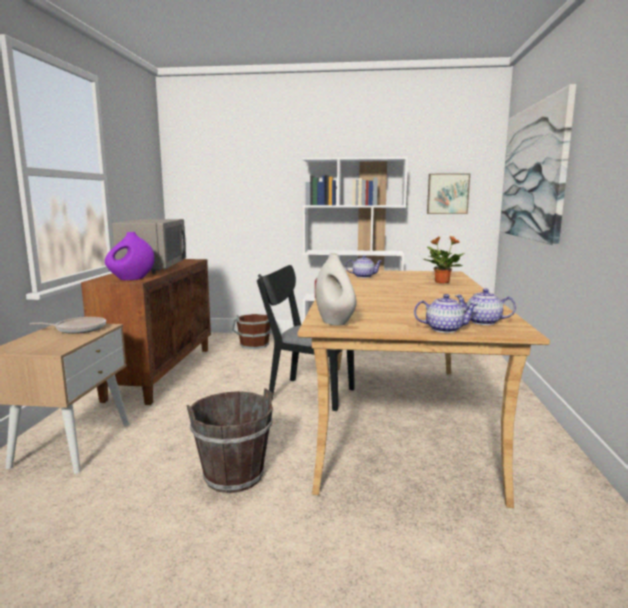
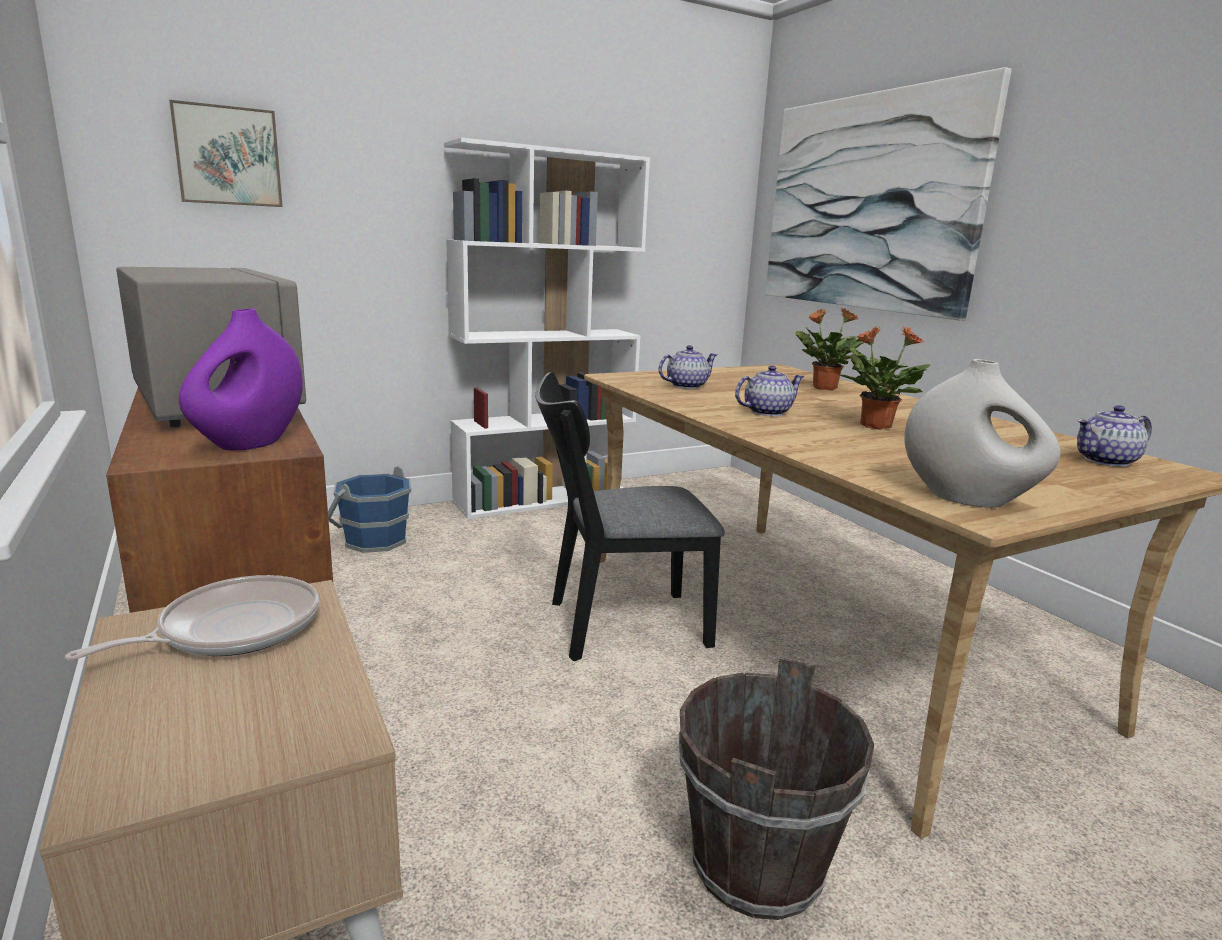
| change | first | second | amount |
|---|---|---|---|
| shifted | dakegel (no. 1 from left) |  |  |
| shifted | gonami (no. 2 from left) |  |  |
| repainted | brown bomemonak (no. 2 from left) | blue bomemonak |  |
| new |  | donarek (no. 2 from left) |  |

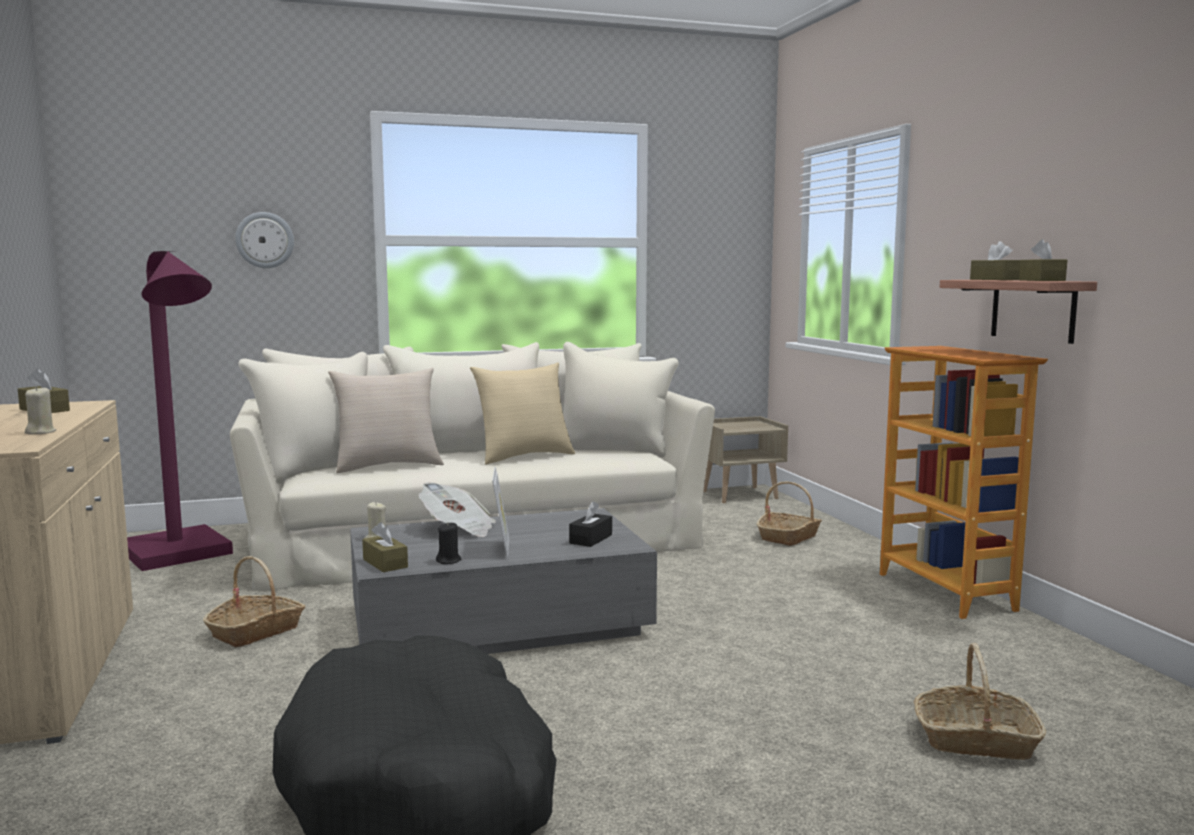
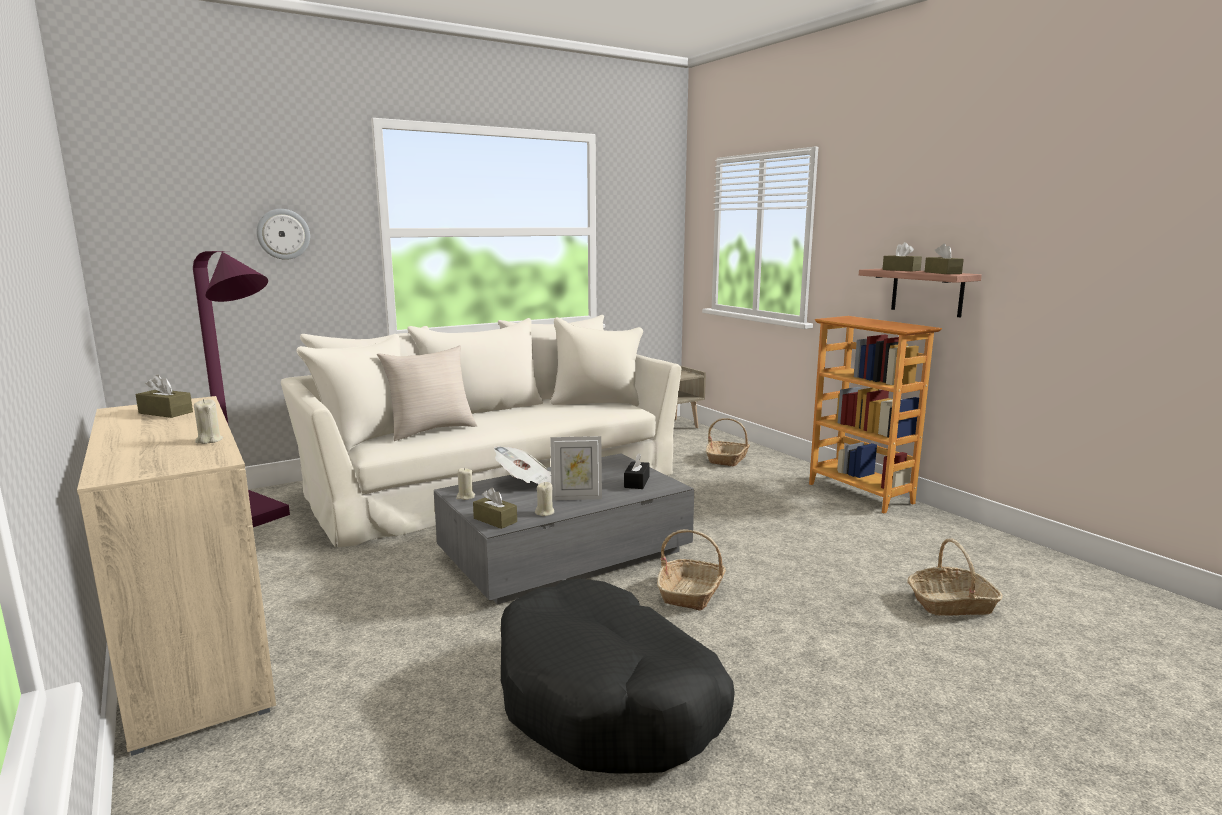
| change | first | second | amount |
|---|---|---|---|
| gone | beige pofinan (no. 2 from left) |  |  |
| rotated | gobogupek |  | 105 degrees clockwise |
| repainted | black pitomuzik | beige pitomuzik (no. 3 from left) |  |
| shifted | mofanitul (no. 1 from left) |  |  |

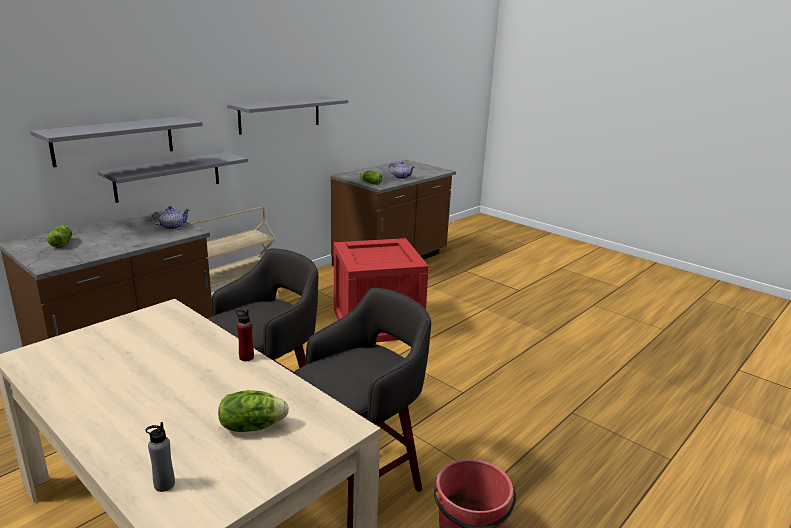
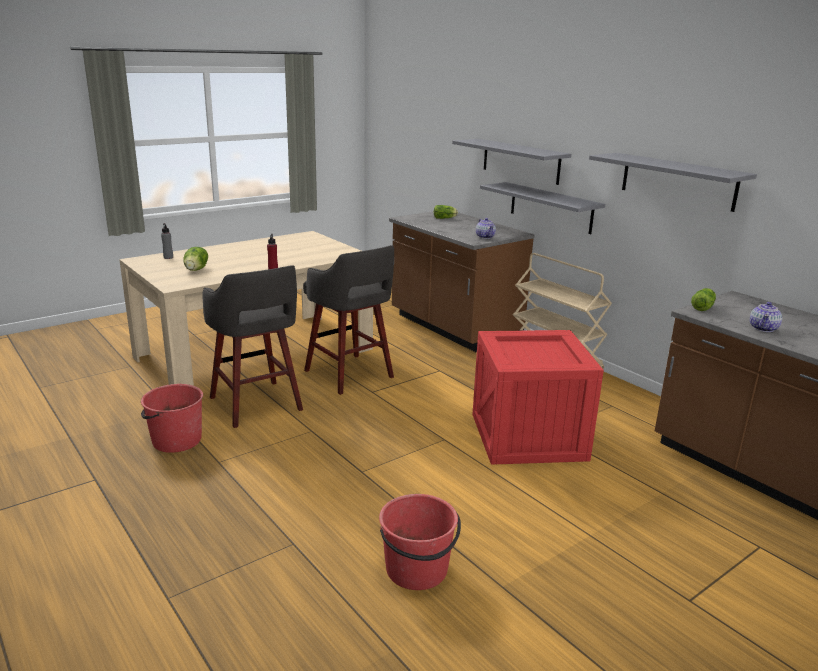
| change | first | second | amount |
|---|---|---|---|
| new |  | red bomemonak (no. 2 from left) |  |

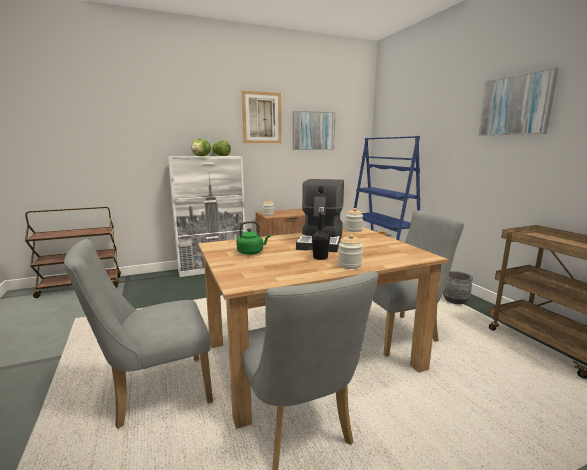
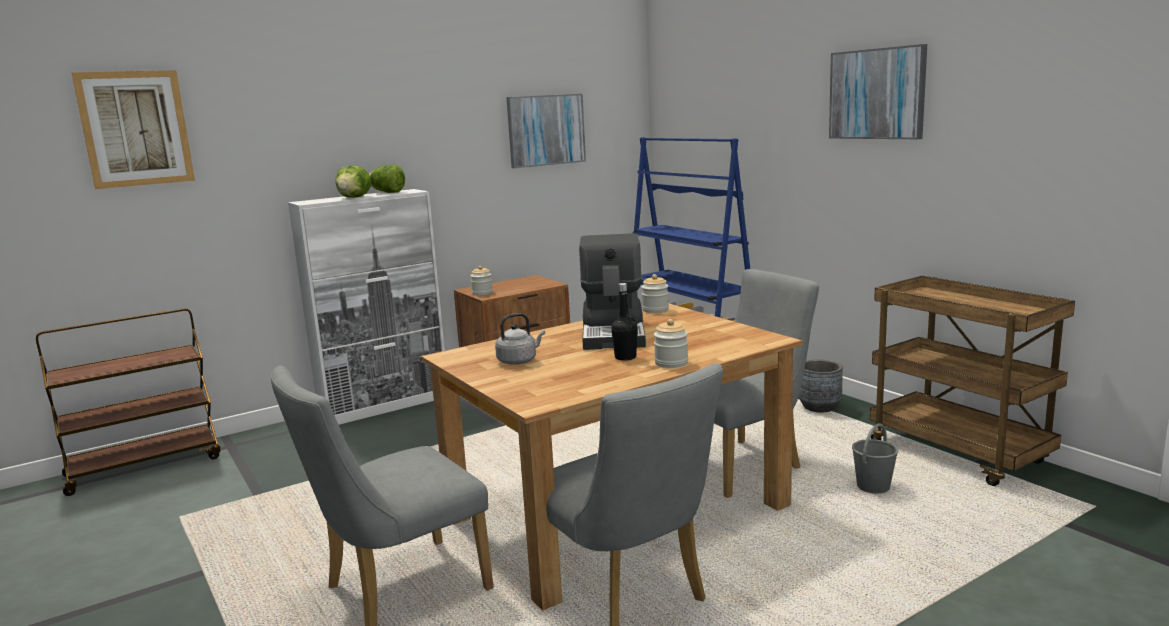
| change | first | second | amount |
|---|---|---|---|
| shifted | dakegel (no. 1 from left) |  |  |
| repainted | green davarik | grey davarik |  |
| new |  | grey bomemonak |  |

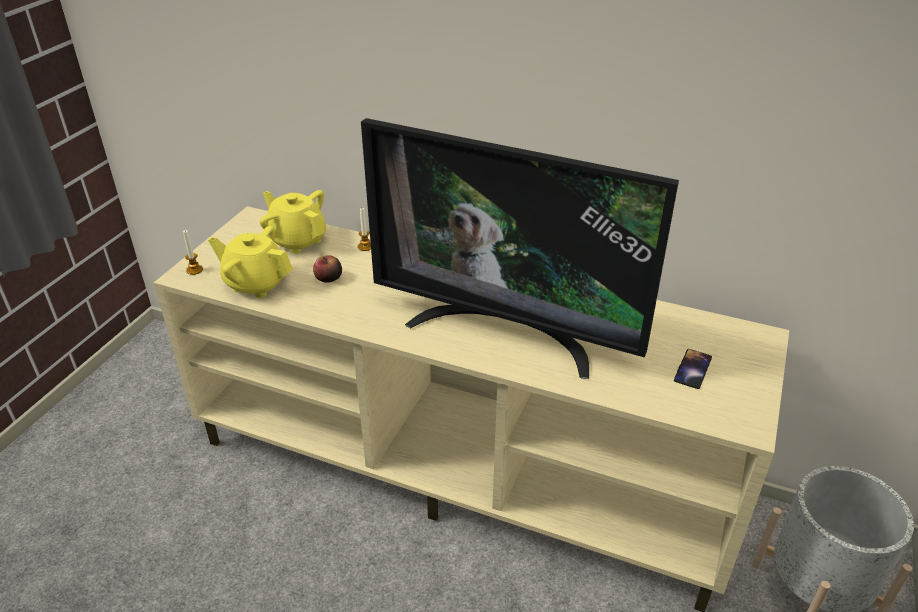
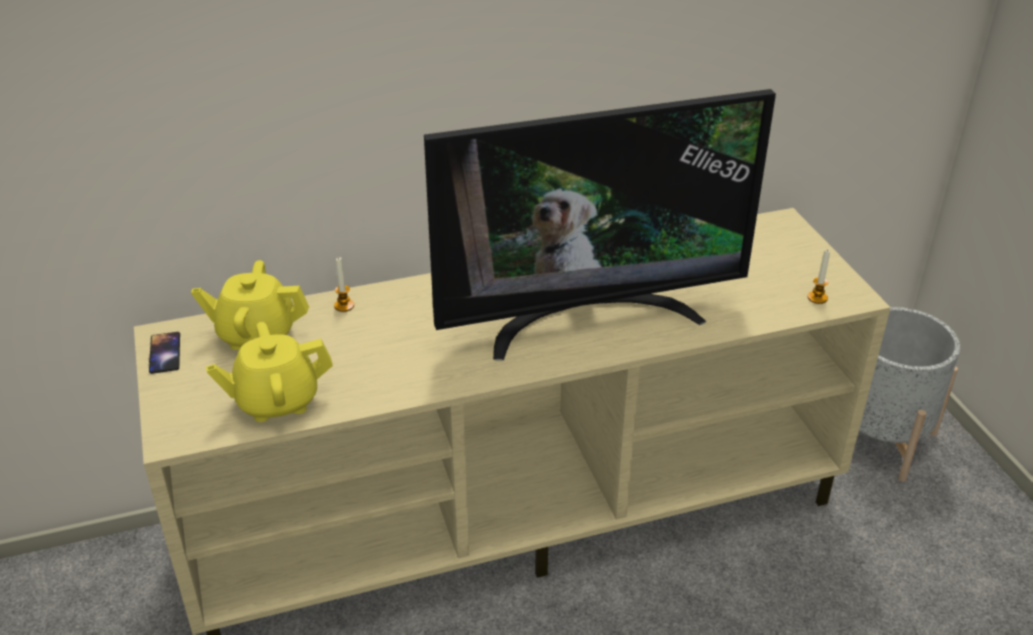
| change | first | second | amount |
|---|---|---|---|
| shifted | pitomuzik (no. 1 from left in the first image) | pitomuzik (no. 2 from left) |  |
| gone | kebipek |  |  |
| shifted | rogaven |  |  |

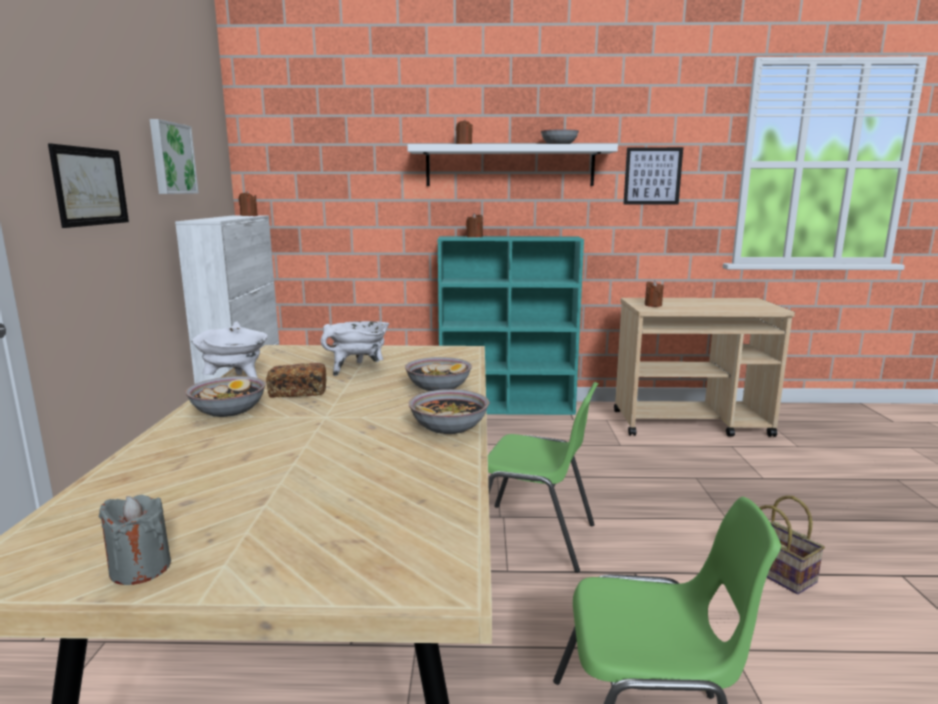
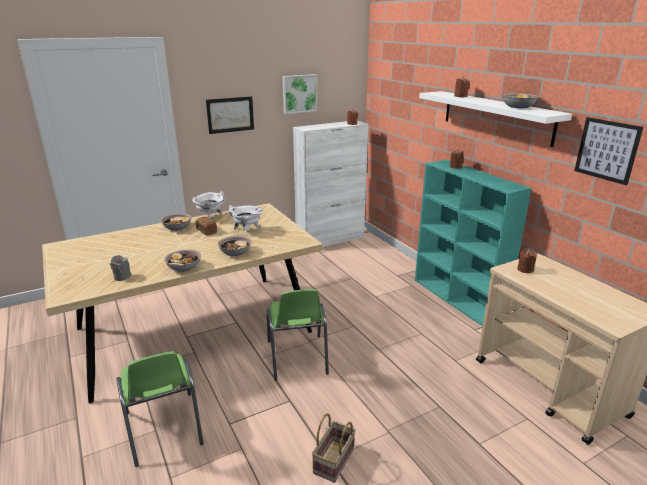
| change | first | second | amount |
|---|---|---|---|
| shifted | grey pitomuzik |  |  |

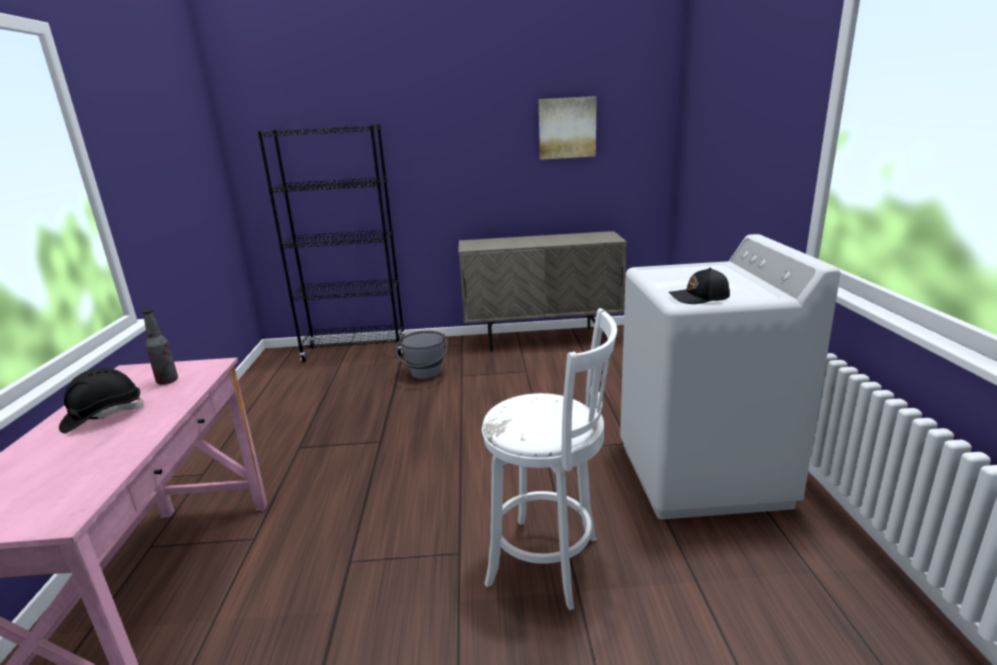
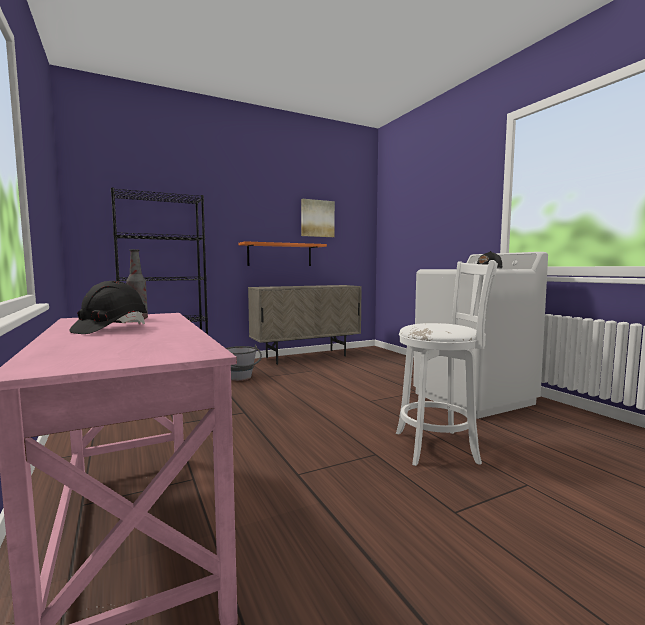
| change | first | second | amount |
|---|---|---|---|
| new |  | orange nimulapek |  |

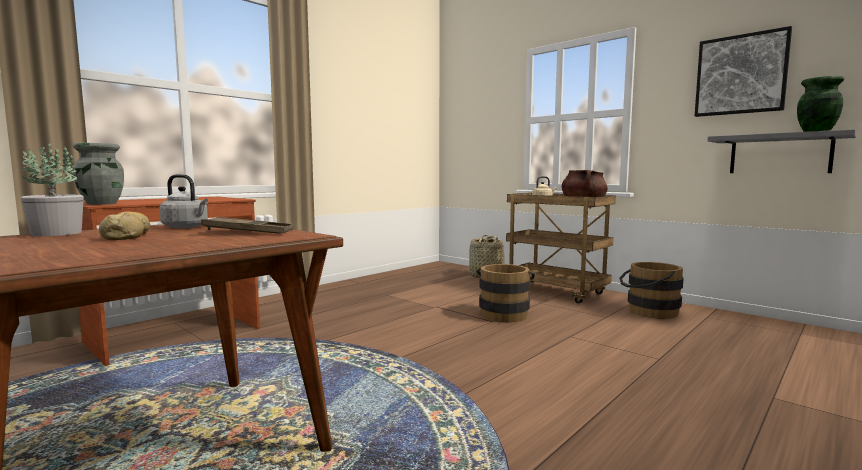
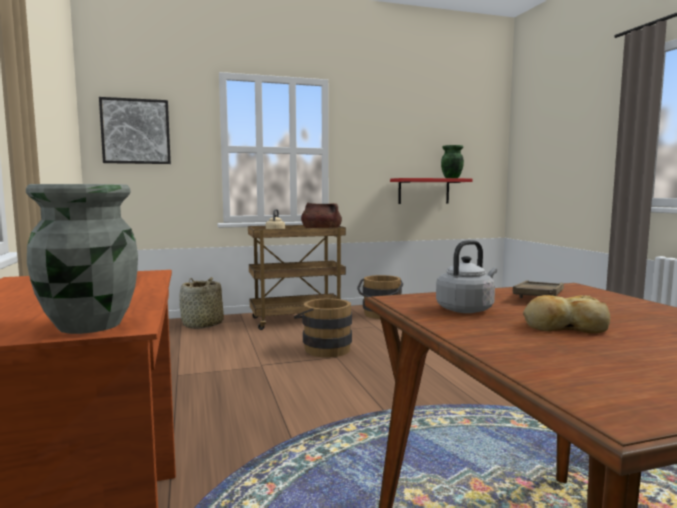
| change | first | second | amount |
|---|---|---|---|
| shifted | dakegel |  |  |
| repainted | grey nimulapek | red nimulapek |  |
| gone | donarek |  |  |

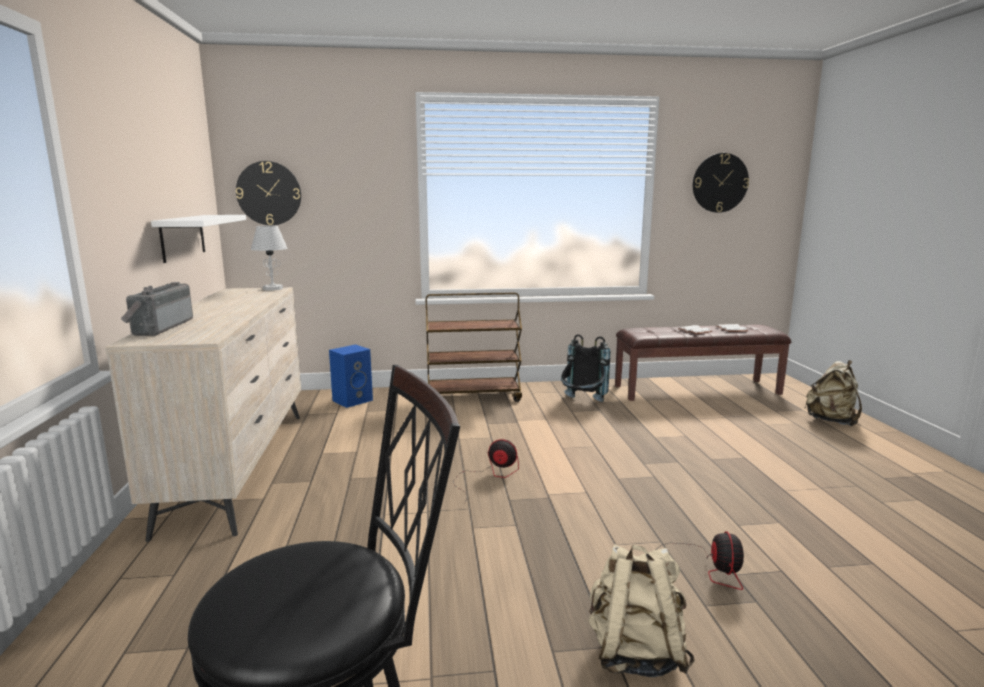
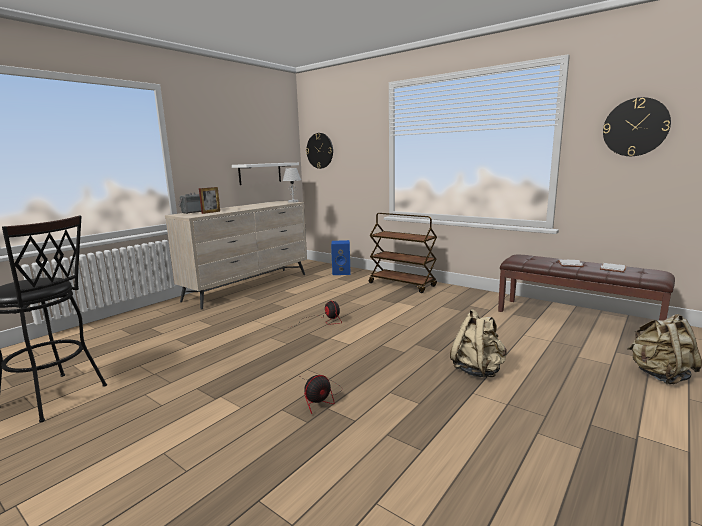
| change | first | second | amount |
|---|---|---|---|
| gone | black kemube |  |  |
| shifted | beige kemube (no. 1 from left) |  |  |
| new |  | gobogupek |  |

